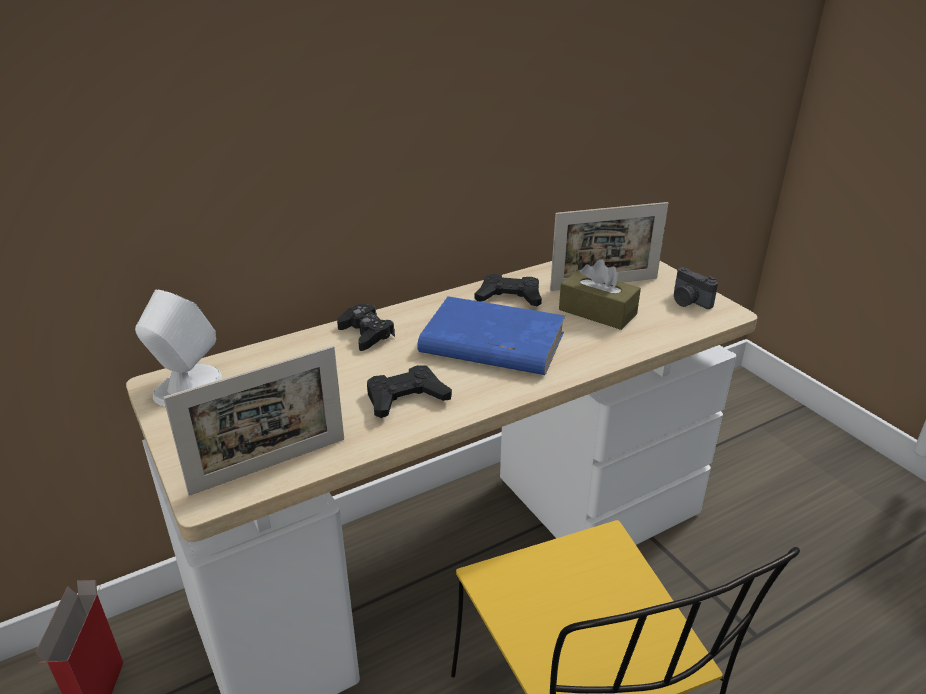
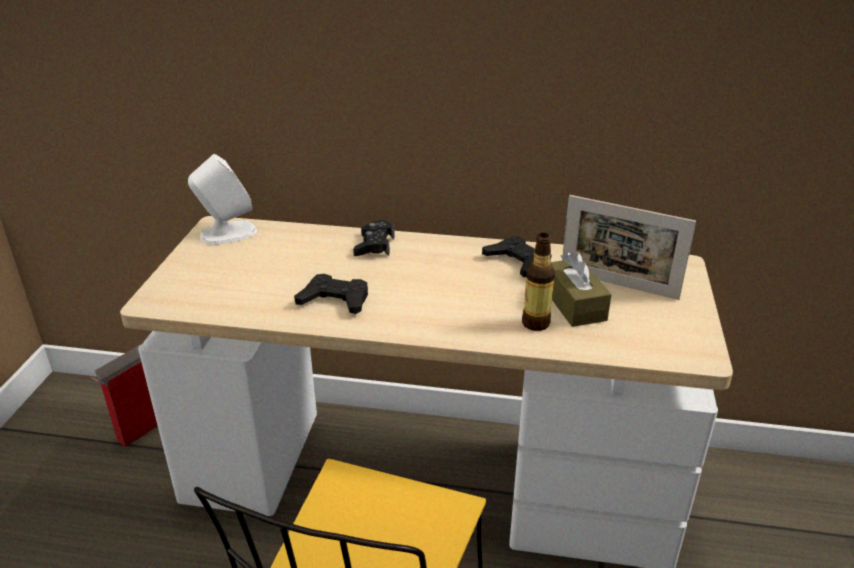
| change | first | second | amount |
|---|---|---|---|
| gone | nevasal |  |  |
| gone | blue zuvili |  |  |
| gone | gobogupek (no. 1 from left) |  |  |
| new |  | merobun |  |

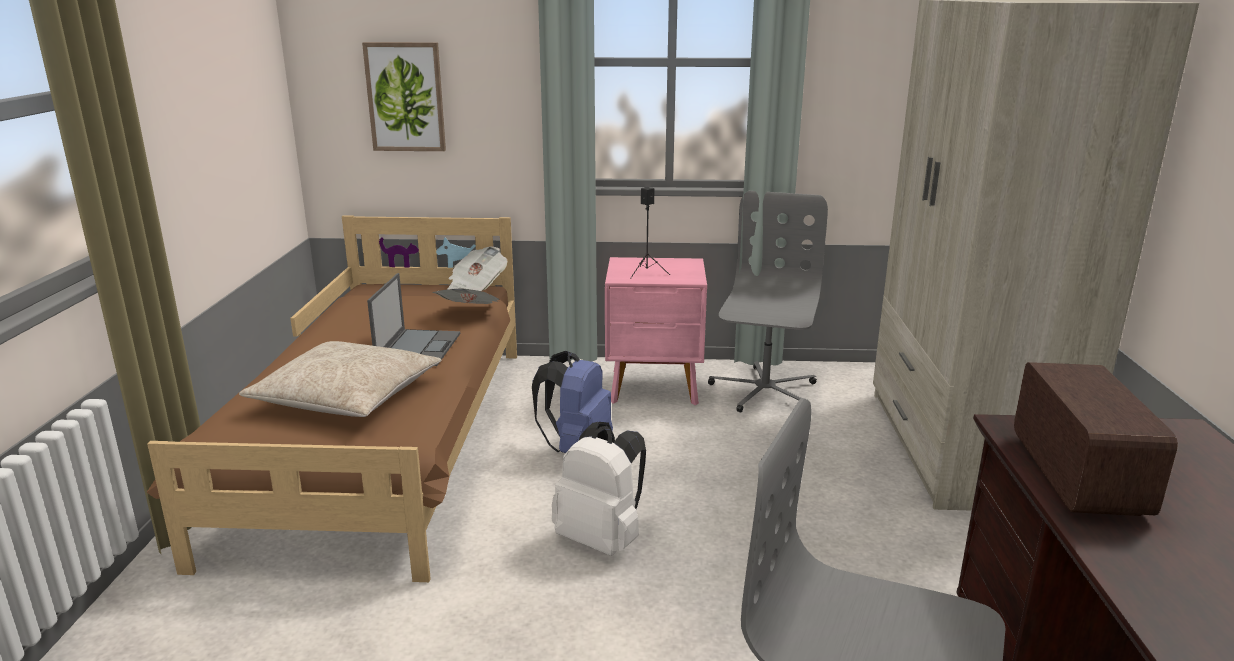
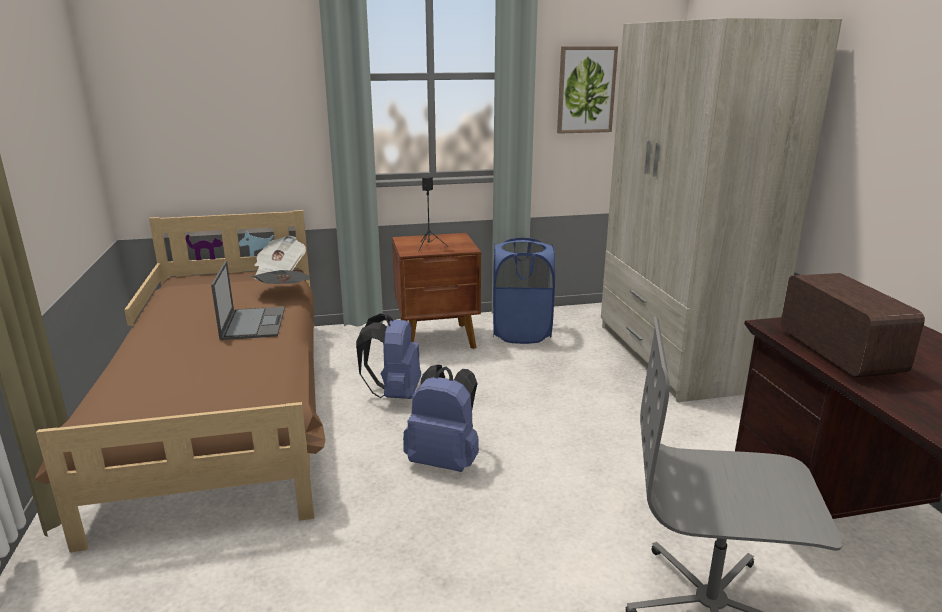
| change | first | second | amount |
|---|---|---|---|
| shifted | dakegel |  |  |
| swapped | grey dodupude (no. 1 from left) | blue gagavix |  |
| repainted | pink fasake | brown fasake |  |
| gone | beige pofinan |  |  |
| repainted | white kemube | blue kemube (no. 2 from left) |  |

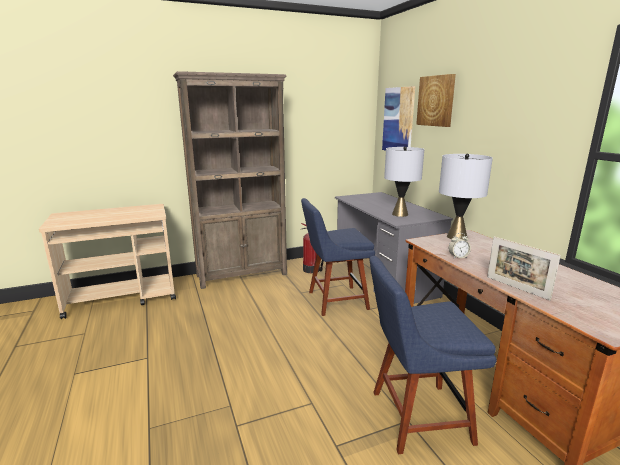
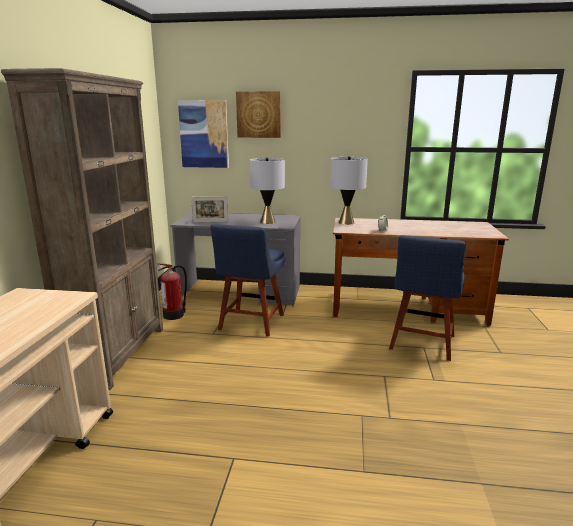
| change | first | second | amount |
|---|---|---|---|
| shifted | gobogupek |  |  |

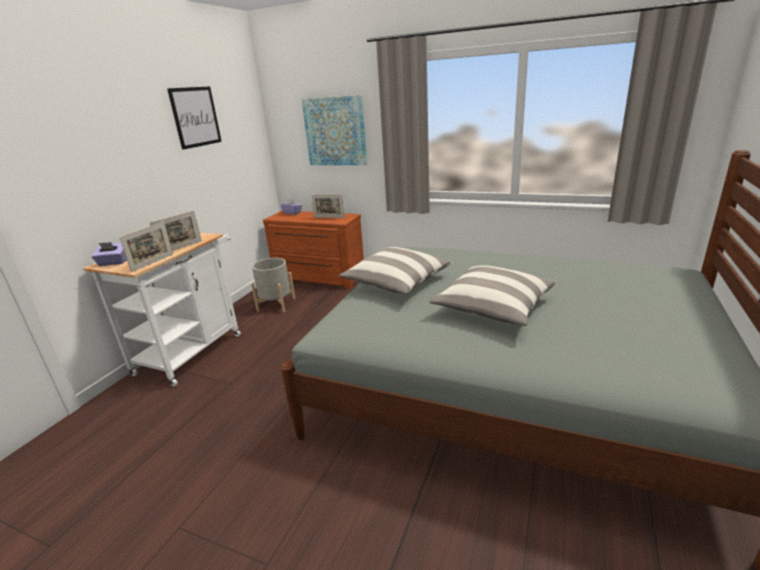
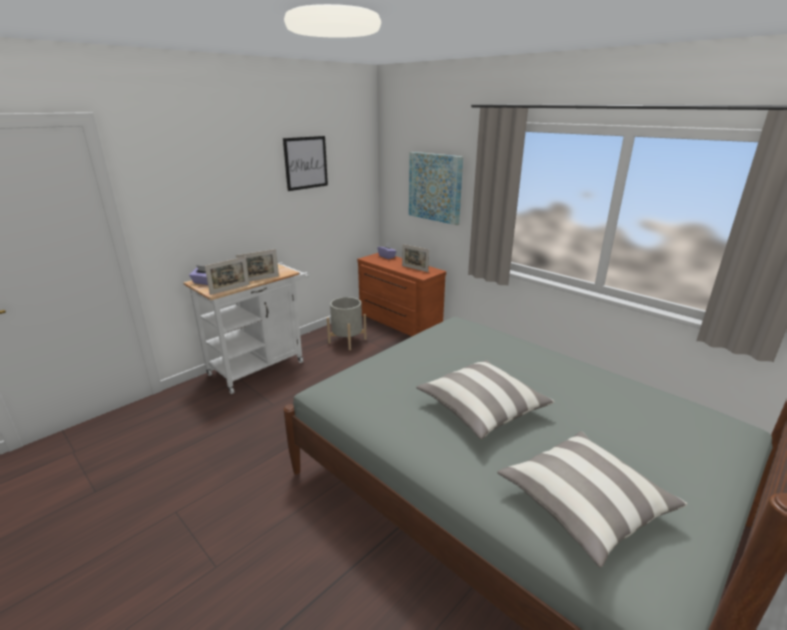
| change | first | second | amount |
|---|---|---|---|
| shifted | pofinan (no. 1 from left in the first image) | pofinan (no. 2 from left) |  |

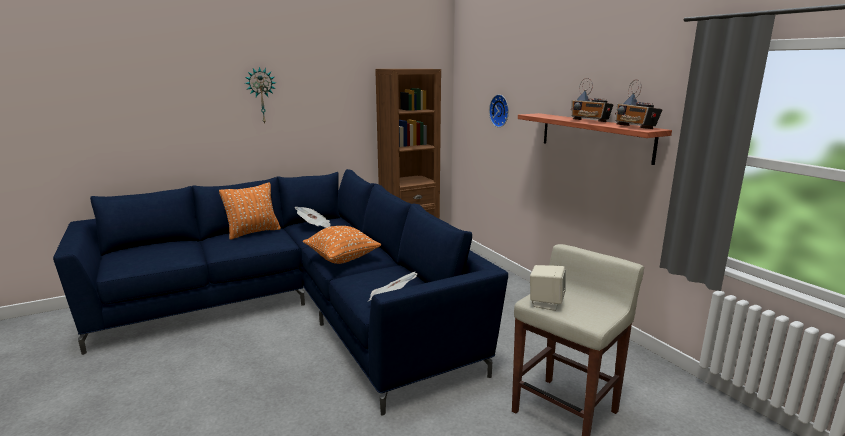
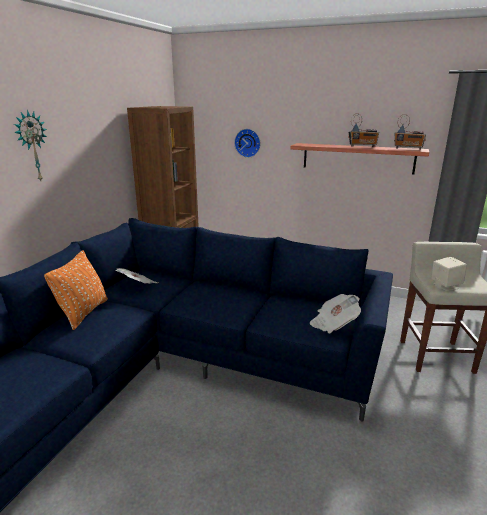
| change | first | second | amount |
|---|---|---|---|
| gone | orange pofinan (no. 2 from left) |  |  |

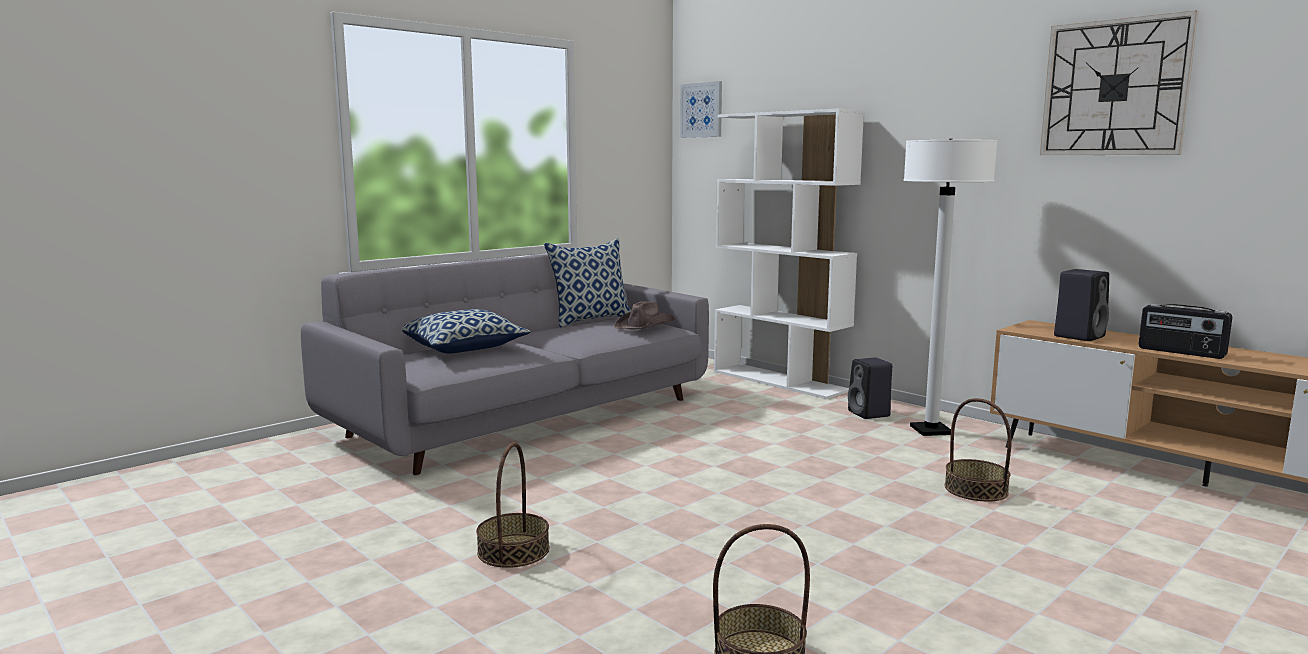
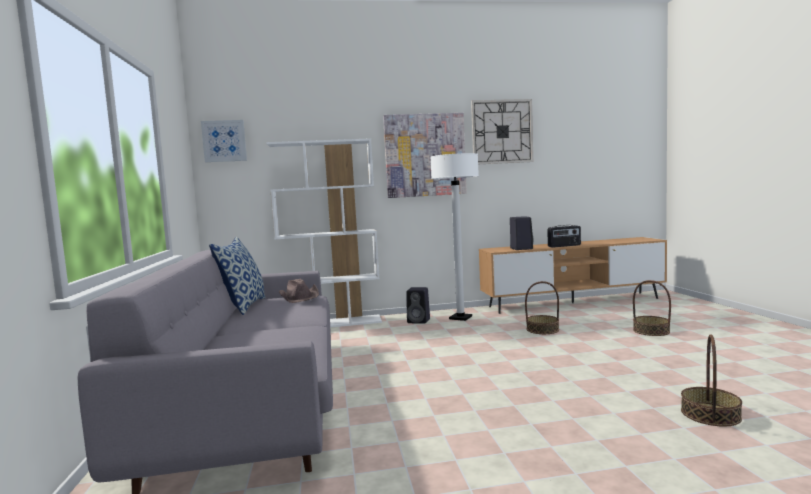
| change | first | second | amount |
|---|---|---|---|
| gone | pofinan (no. 1 from left) |  |  |
| shifted | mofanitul (no. 1 from left in the first image) | mofanitul (no. 2 from left) |  |
| new |  | dakegel (no. 2 from left) |  |

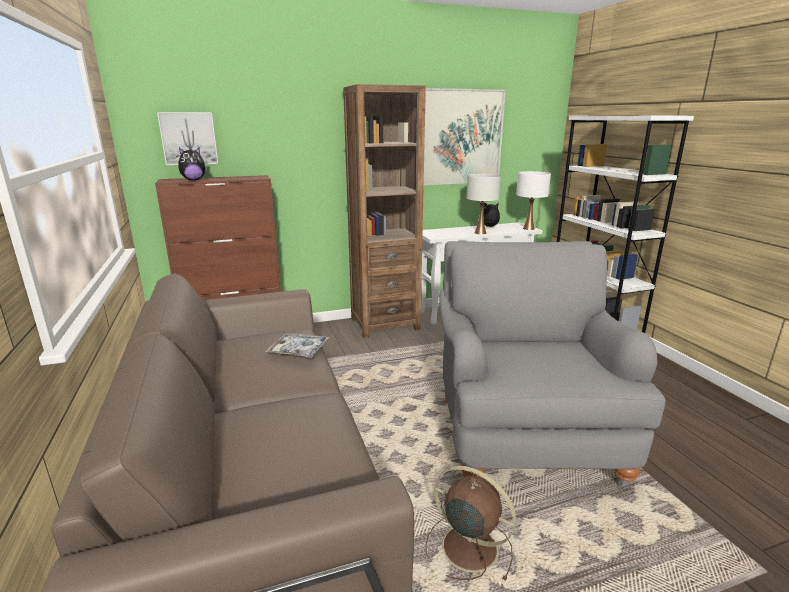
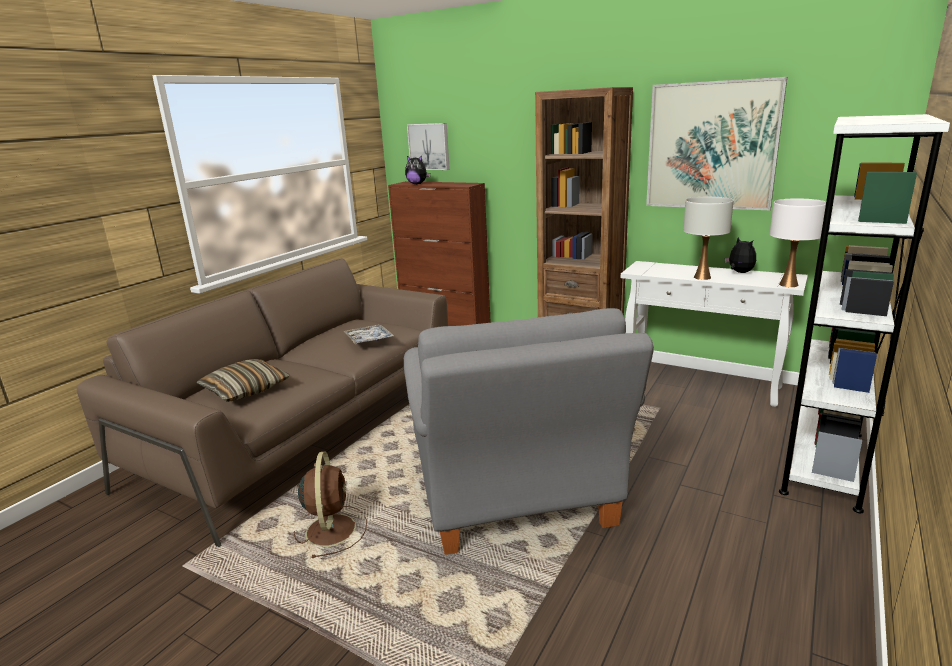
| change | first | second | amount |
|---|---|---|---|
| rotated | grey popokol |  | 120 degrees clockwise |
| new |  | pofinan |  |

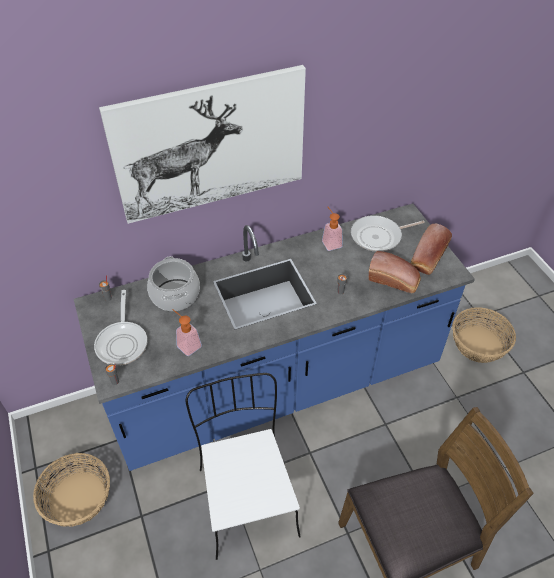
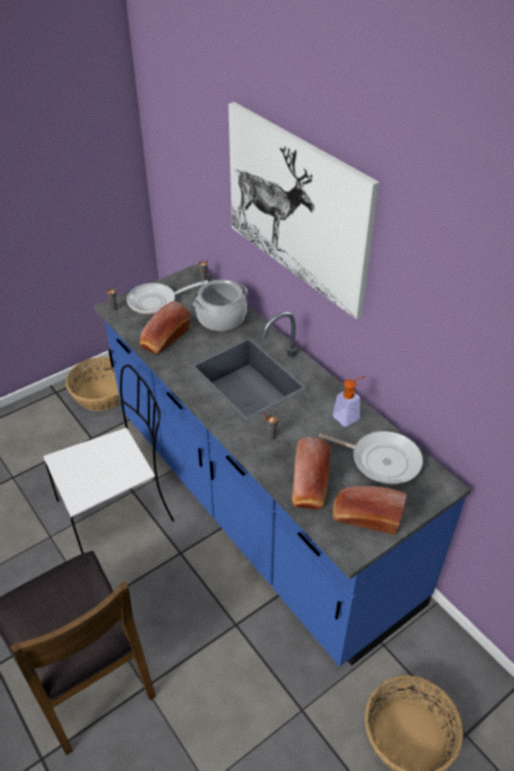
| change | first | second | amount |
|---|---|---|---|
| rotated | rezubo (no. 2 from left) |  | 150 degrees clockwise |
| swapped | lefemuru (no. 1 from left) | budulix (no. 1 from left) |  |

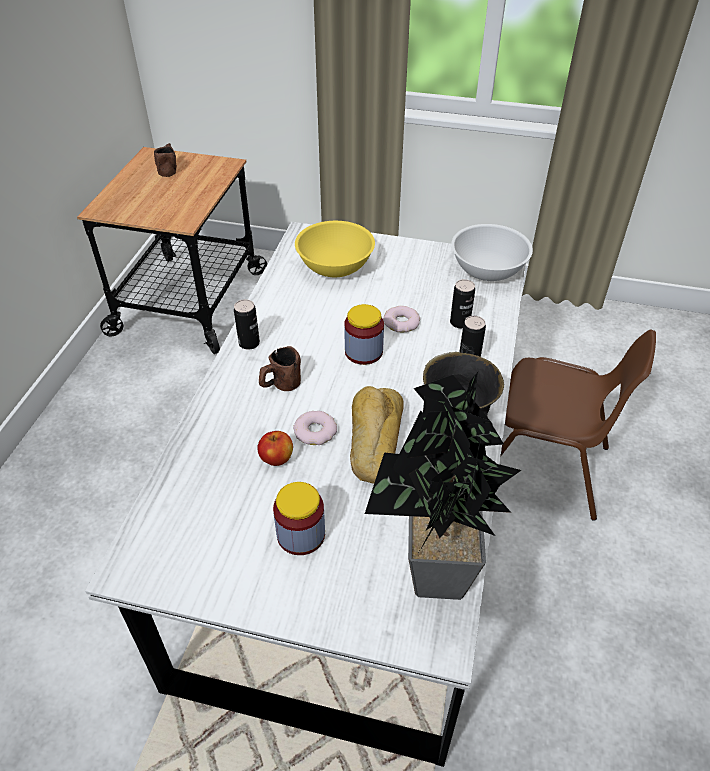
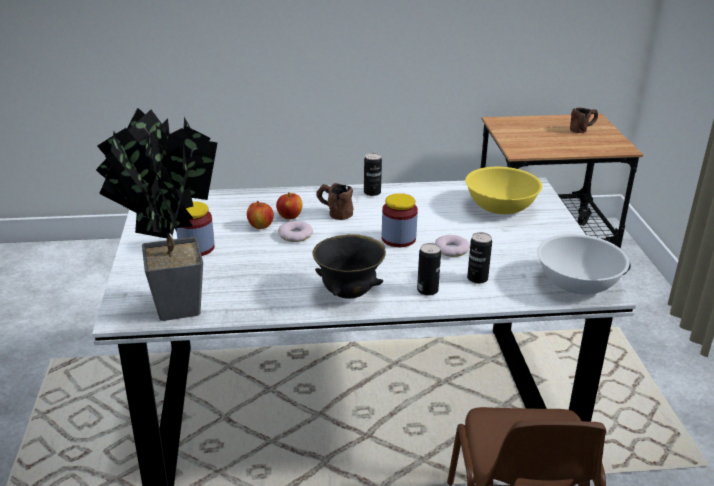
| change | first | second | amount |
|---|---|---|---|
| gone | budulix |  |  |
| new |  | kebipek (no. 2 from left) |  |

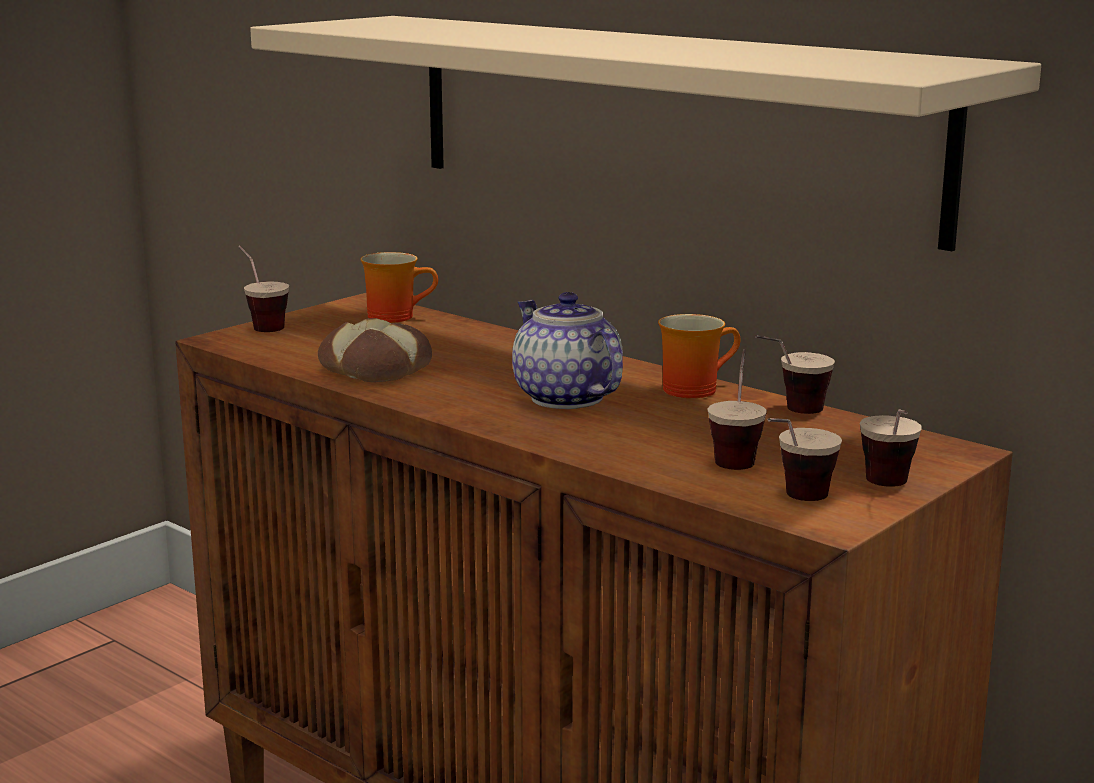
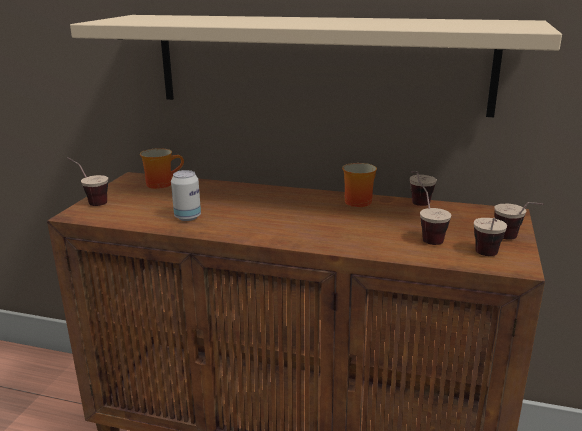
| change | first | second | amount |
|---|---|---|---|
| gone | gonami |  |  |
| swapped | budulix | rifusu |  |

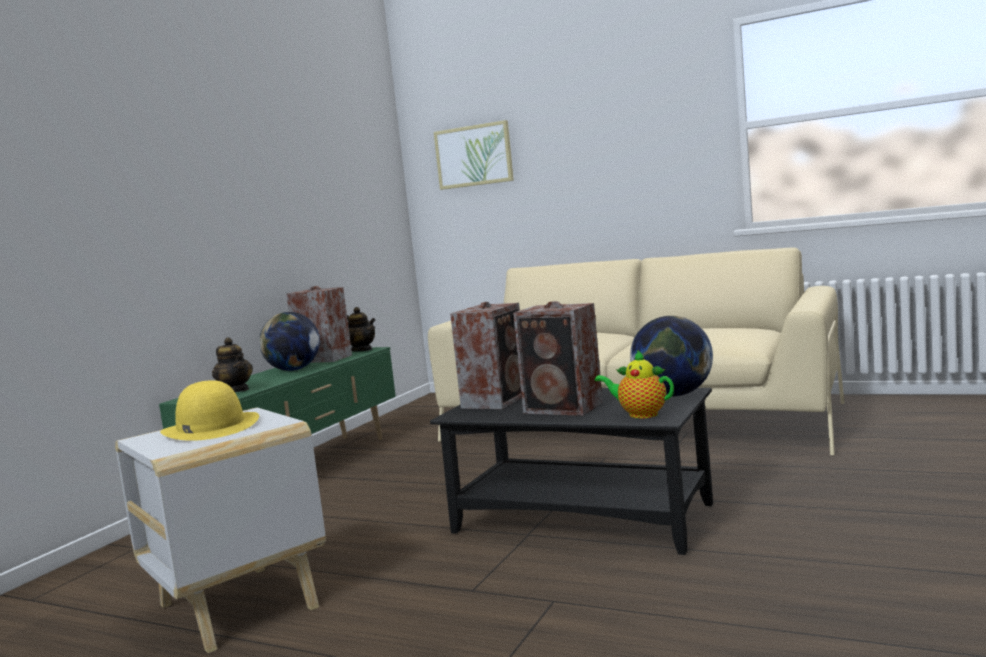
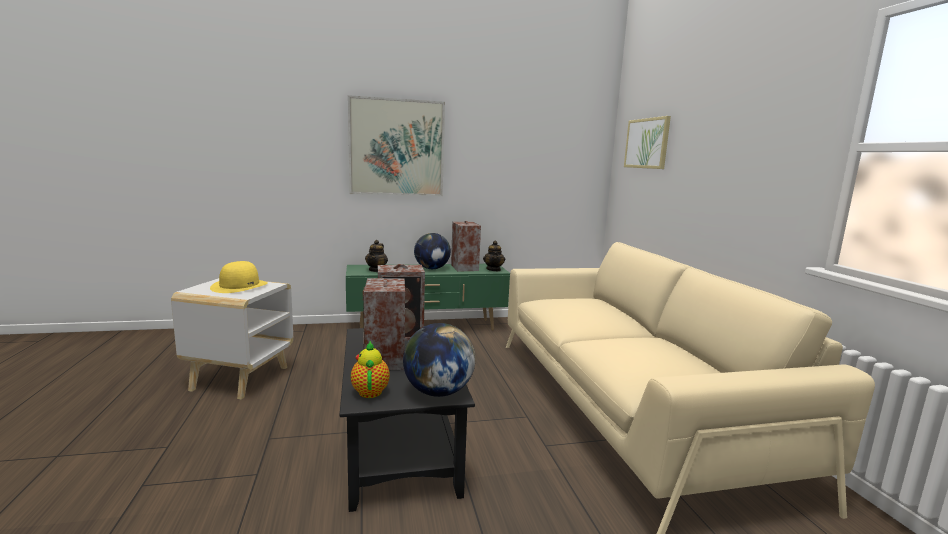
| change | first | second | amount |
|---|---|---|---|
| new |  | dakegel (no. 1 from left) |  |

